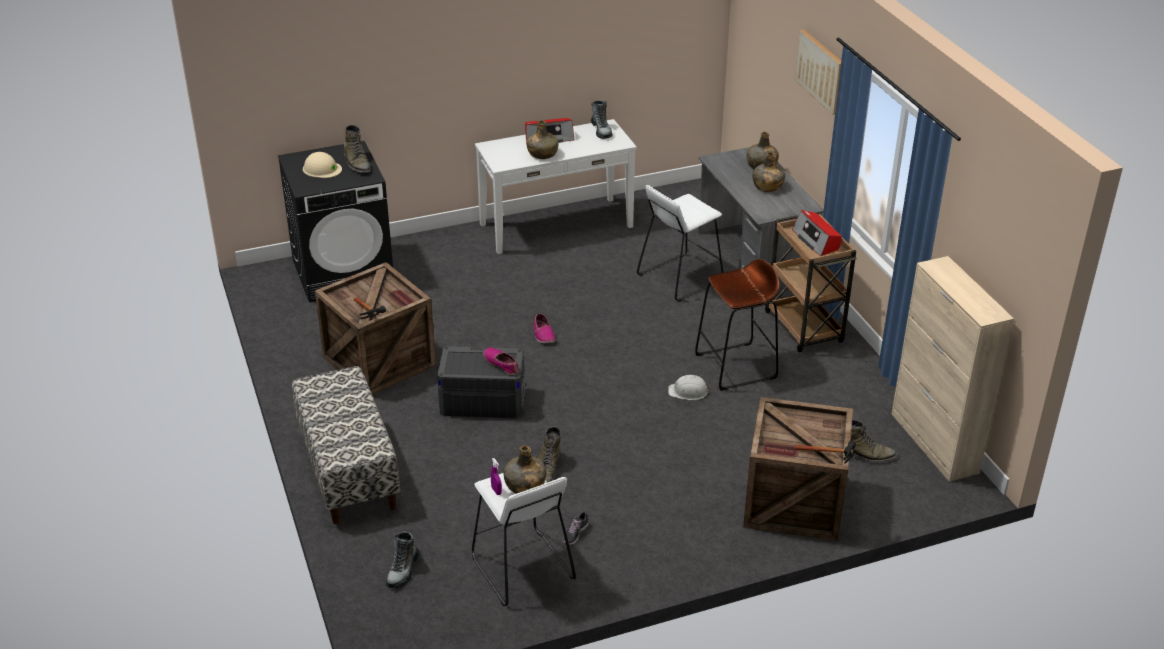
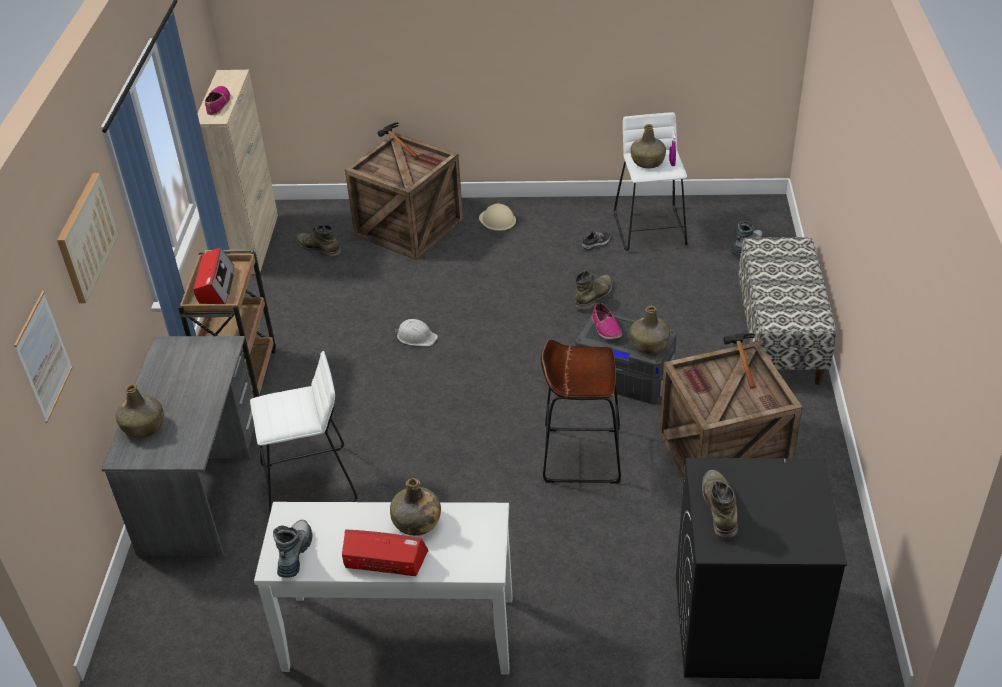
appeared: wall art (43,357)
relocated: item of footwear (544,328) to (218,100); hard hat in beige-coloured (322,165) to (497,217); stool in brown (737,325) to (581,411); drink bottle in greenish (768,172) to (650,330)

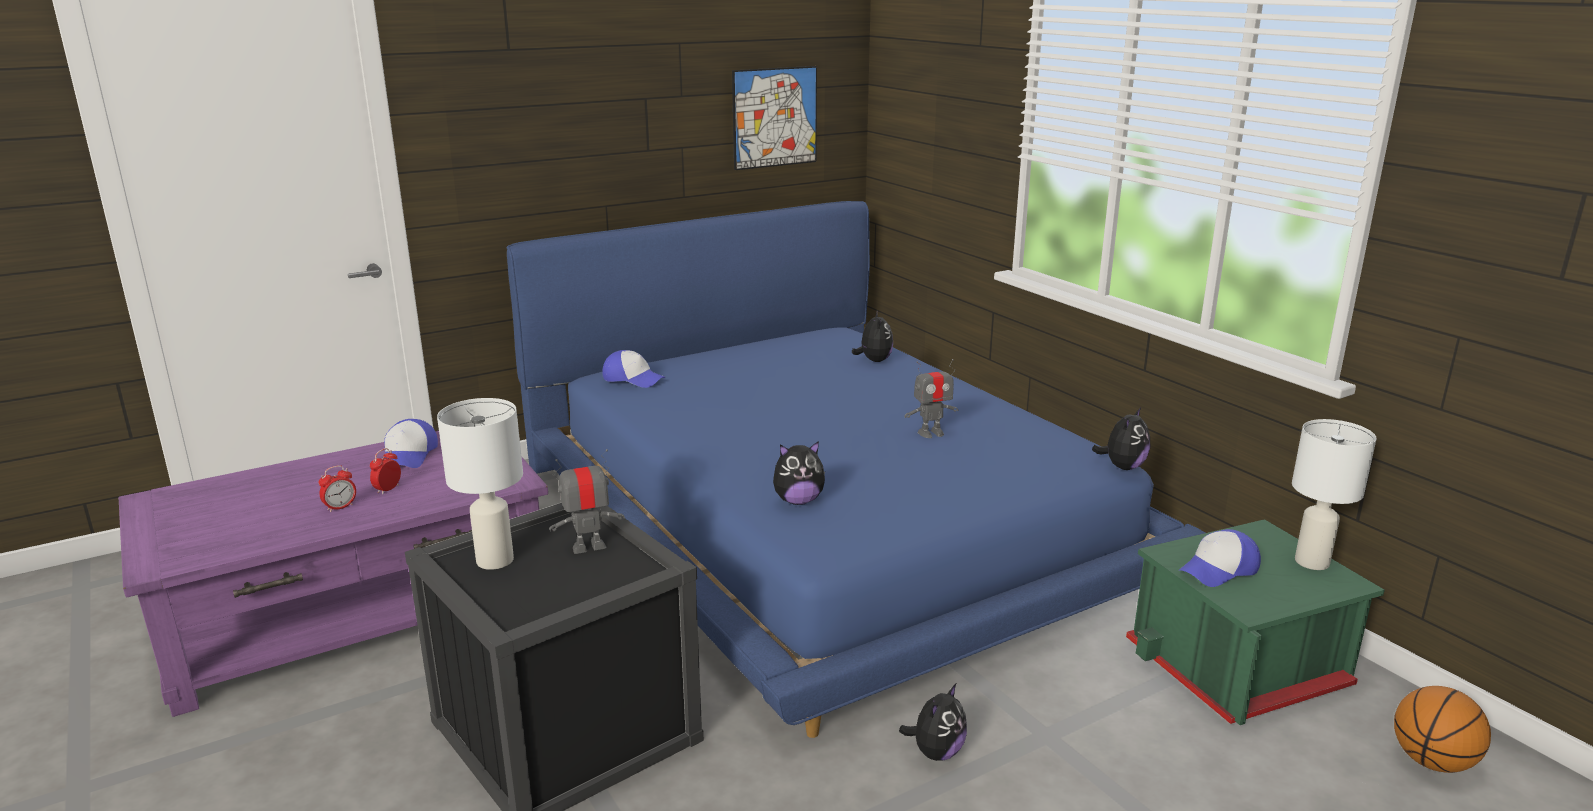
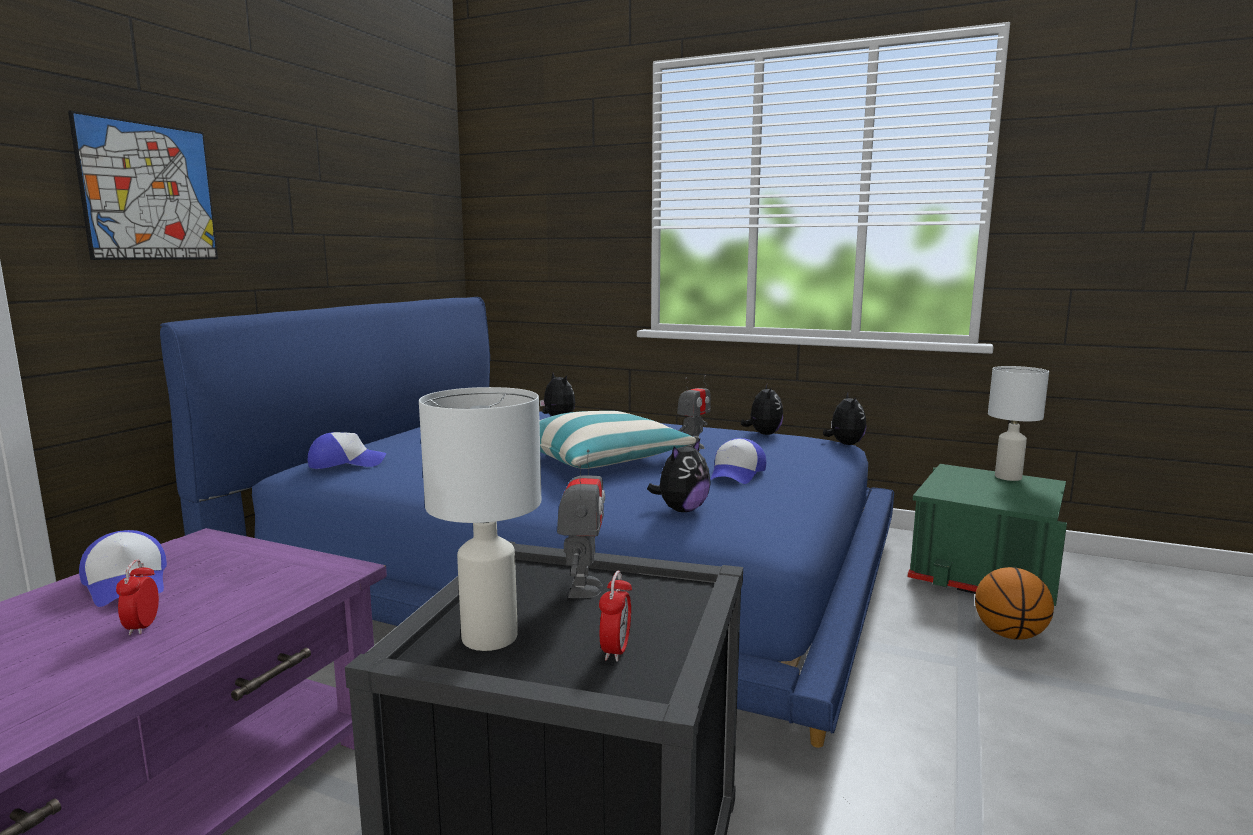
appeared: pillow (617,440)
relocated: wall art (774,118) to (143,185); bedside clock (337,488) to (615,616); baseball cap (1220,558) to (738,461); cuddly toy (933,722) to (762,409); ball for basketball (1442,729) to (1014,603)
spun: robot figure (587,501) = (581,524) 150 degrees clockwise

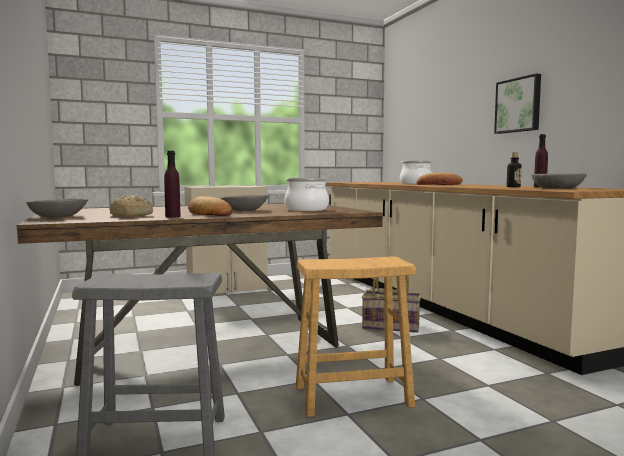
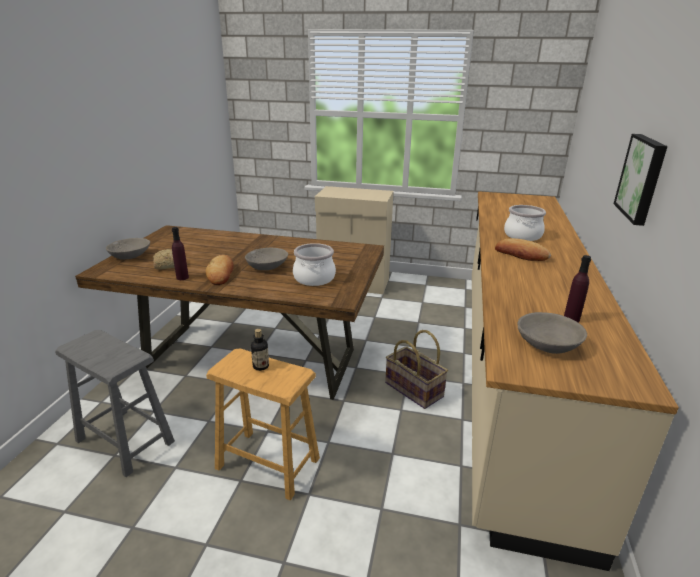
relocated: drink bottle (514,170) to (260,350)

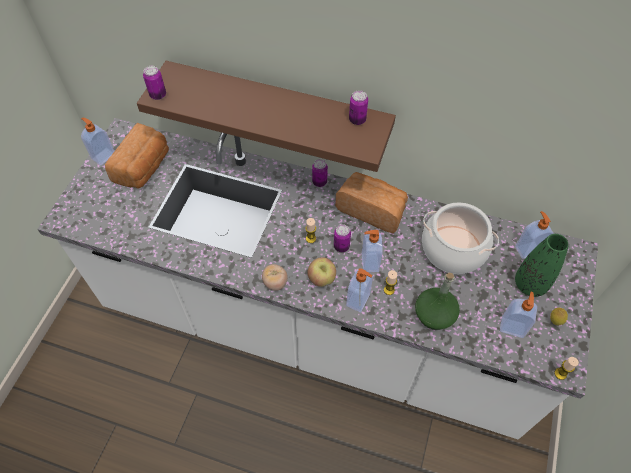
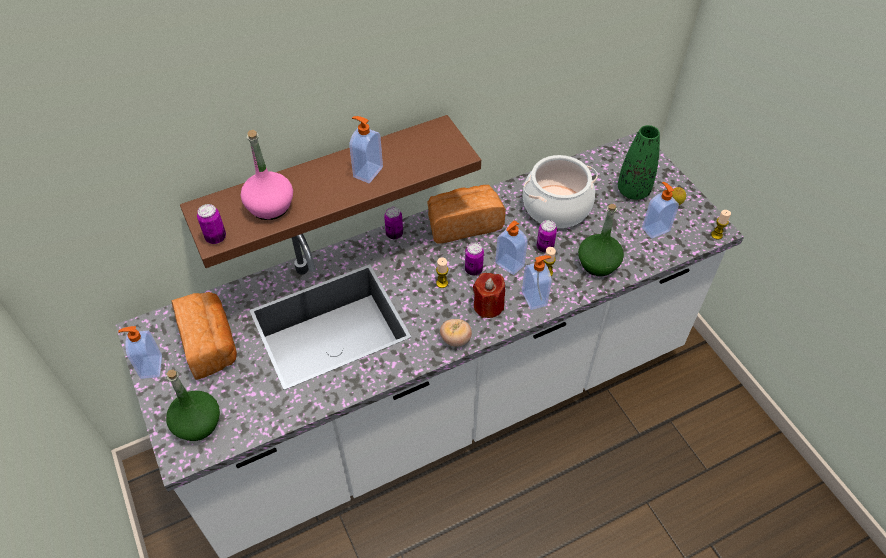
appeared: drink bottle in greenish (193,405); drink bottle in pink (267,175)
relocated: soap dispenser (534,235) to (366,149); sealed can (358,107) to (547,236)
exchanged: whole apple (321,272) to candle in red (489,295)

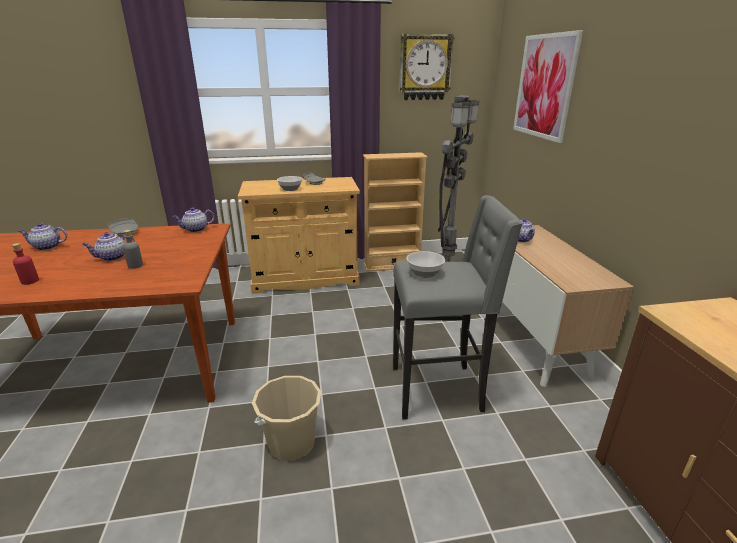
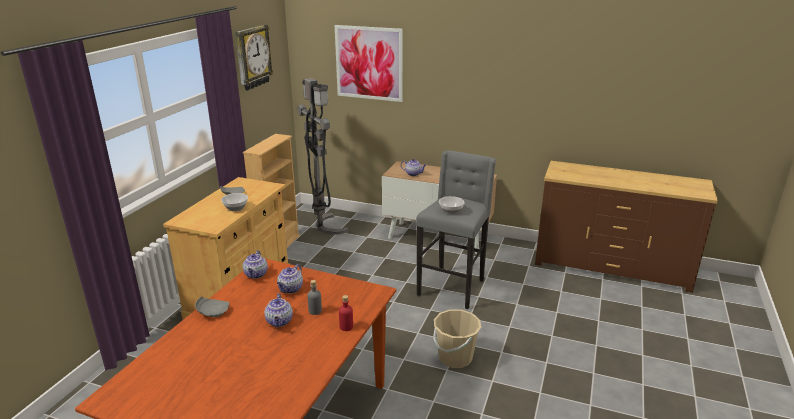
relocated: pot for tea (43,236) to (290,278); drink bottle in red (25,264) to (346,313)

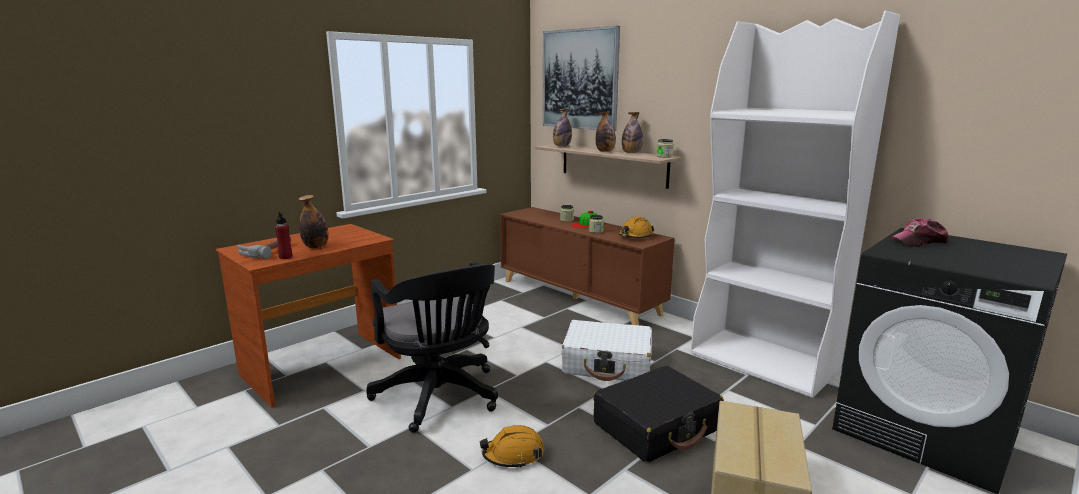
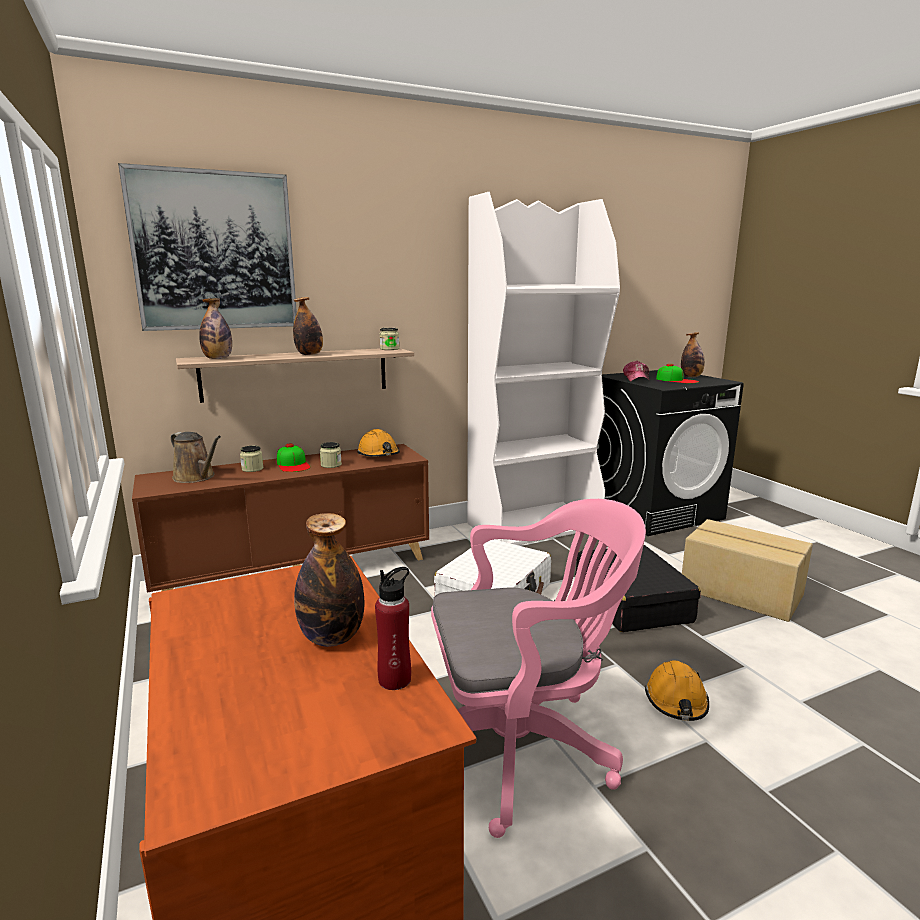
missing: tool hammer (264,248)
appeared: watering pot in brown (196,457); baseball cap (677,373)
relocated: drink bottle (632,132) to (693,354)
colour: computer chair in blackish (432,347) to computer chair in pink (538,668)

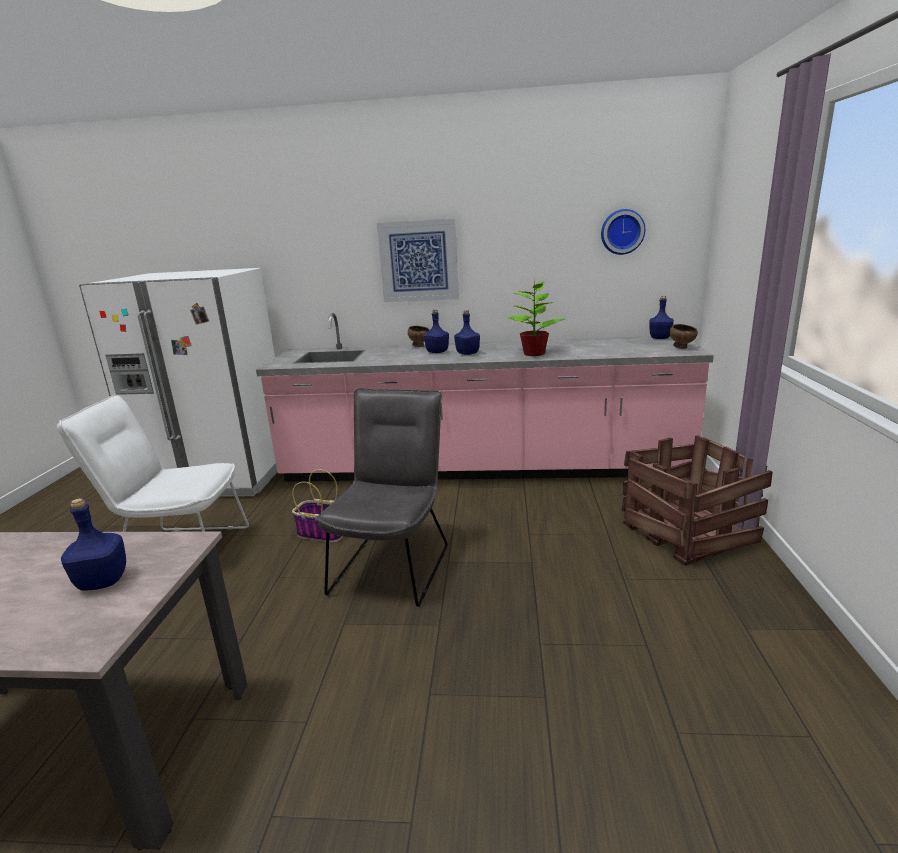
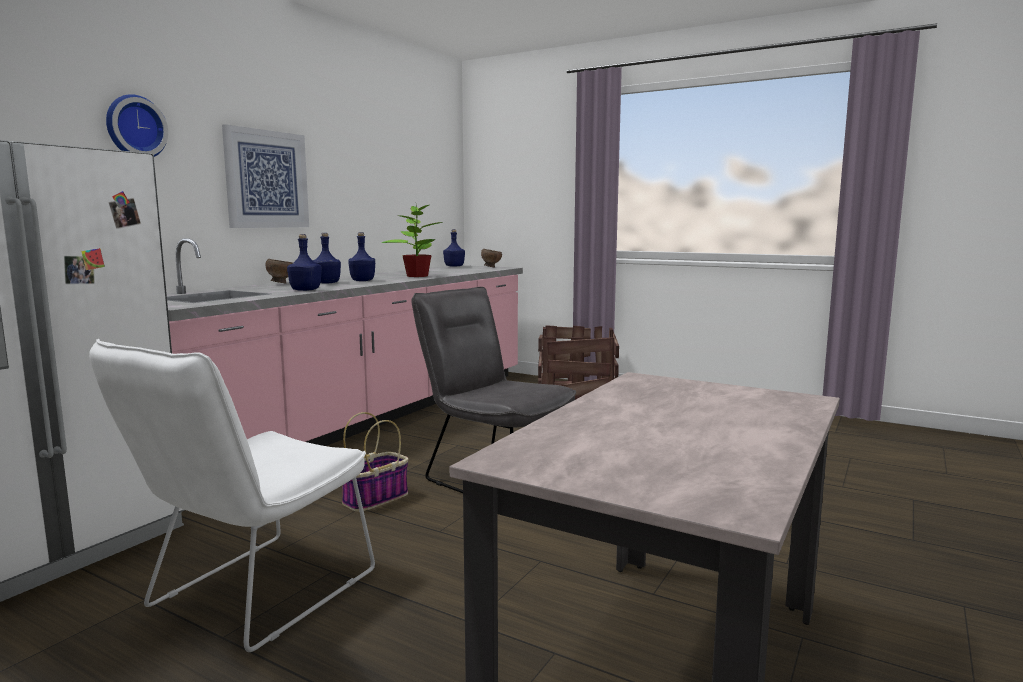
relocated: hanging clock (623,232) to (137,125); drink bottle in blue-coloured (93,544) to (304,262)

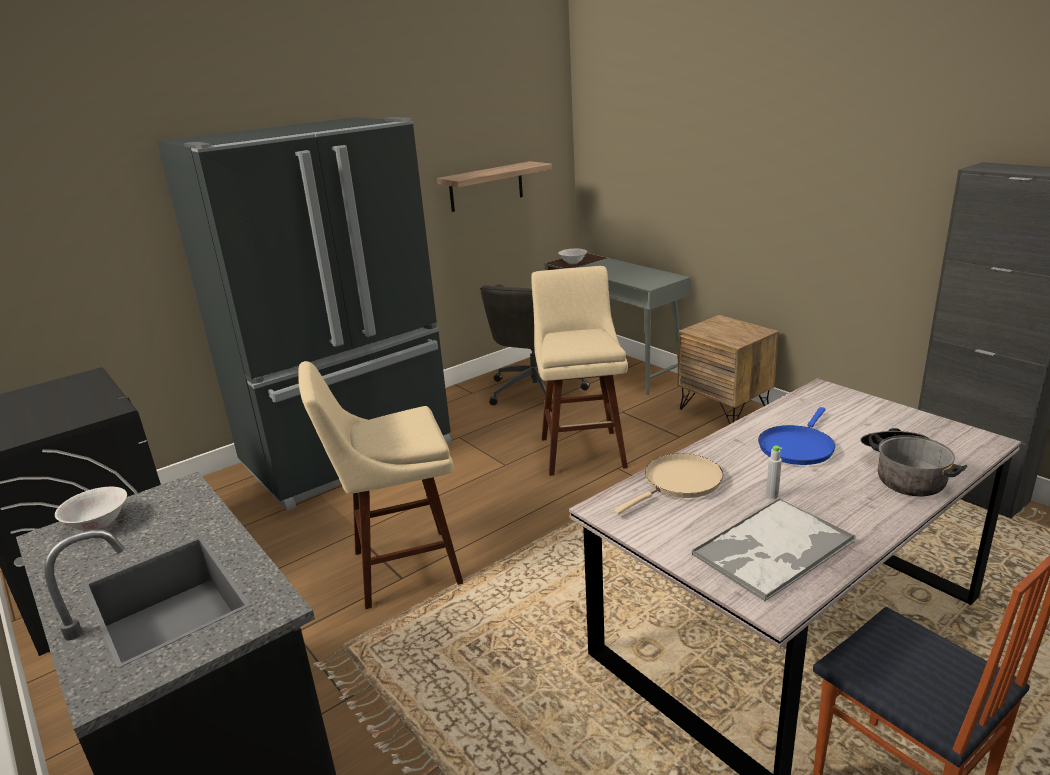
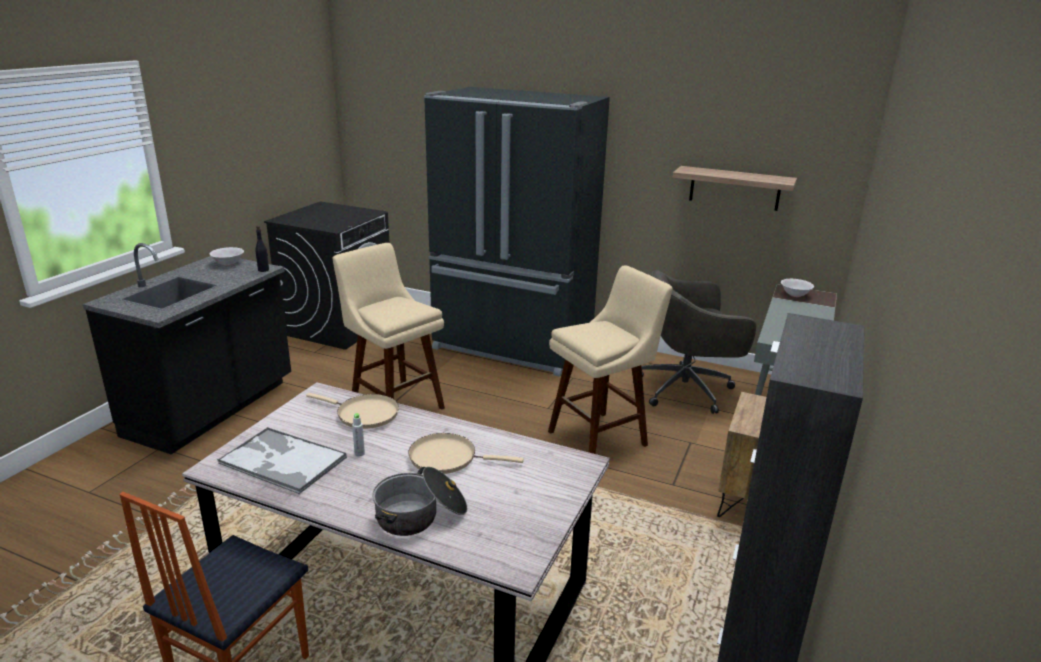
appeared: drink bottle in blackish (262,249)
colour: pan in blue-coloured (796,436) to pan in beige-coloured (466,453)

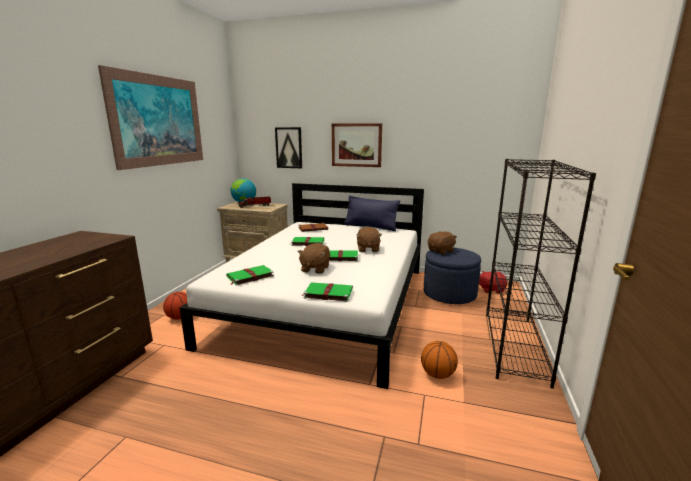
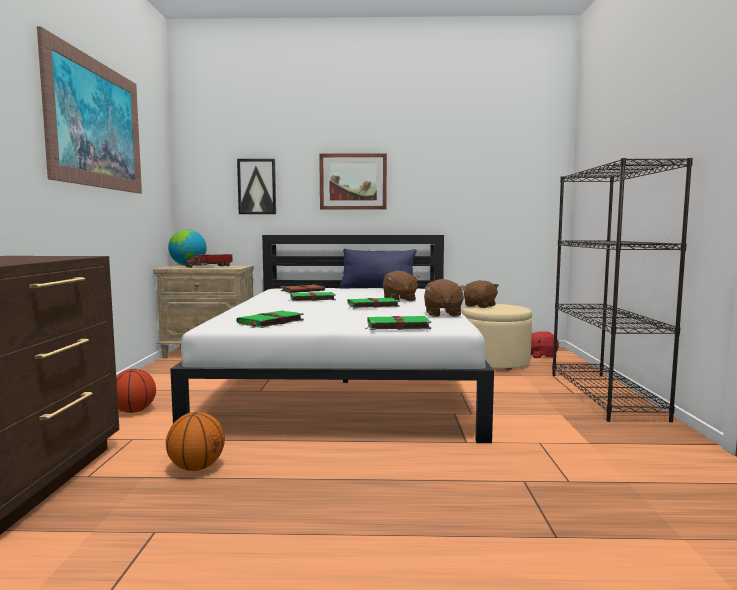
relocated: ball for basketball (439,360) to (195,441); cuddly toy in brown (313,258) to (445,298)
colour: ottoman in blue-coloured (452,276) to ottoman in beige-coloured (497,337)

